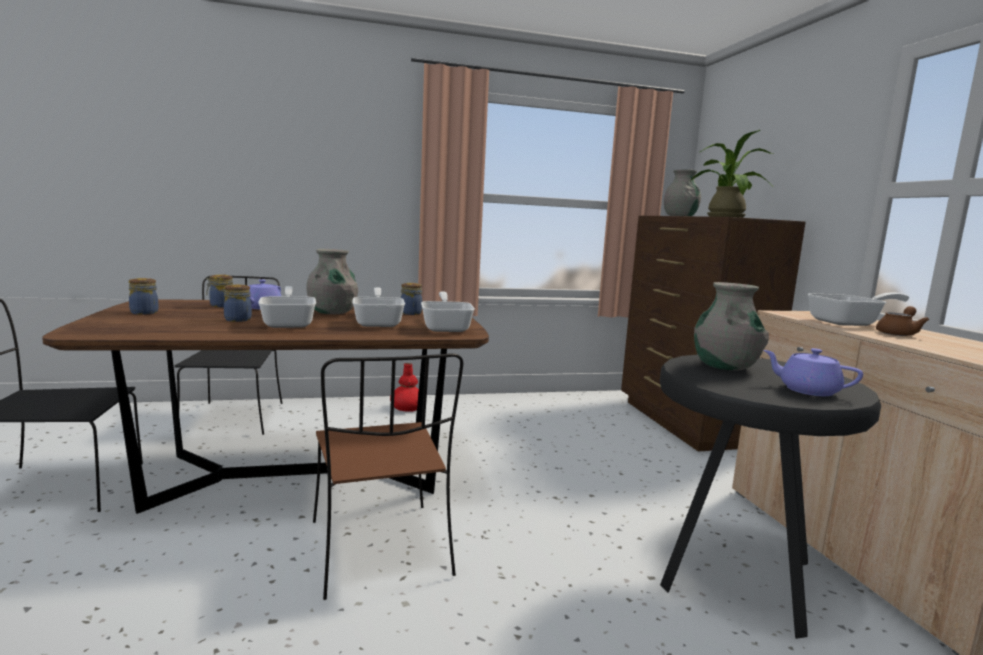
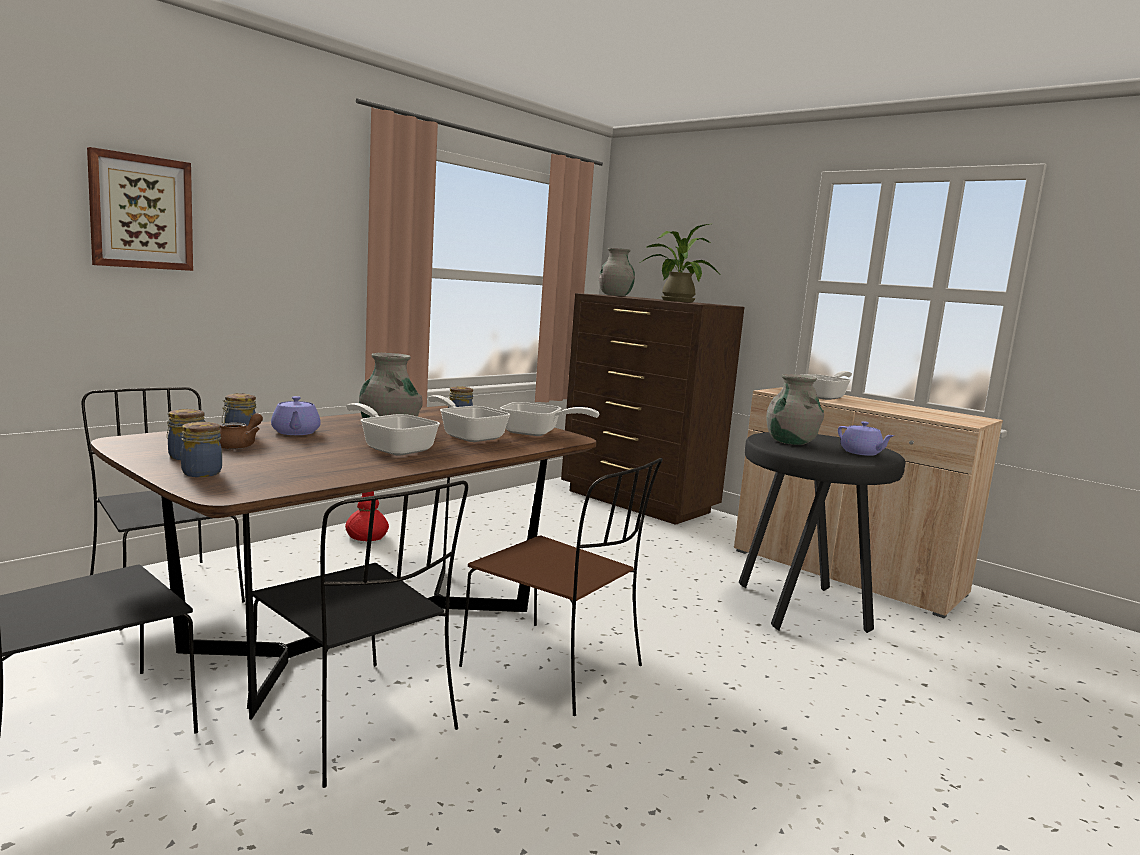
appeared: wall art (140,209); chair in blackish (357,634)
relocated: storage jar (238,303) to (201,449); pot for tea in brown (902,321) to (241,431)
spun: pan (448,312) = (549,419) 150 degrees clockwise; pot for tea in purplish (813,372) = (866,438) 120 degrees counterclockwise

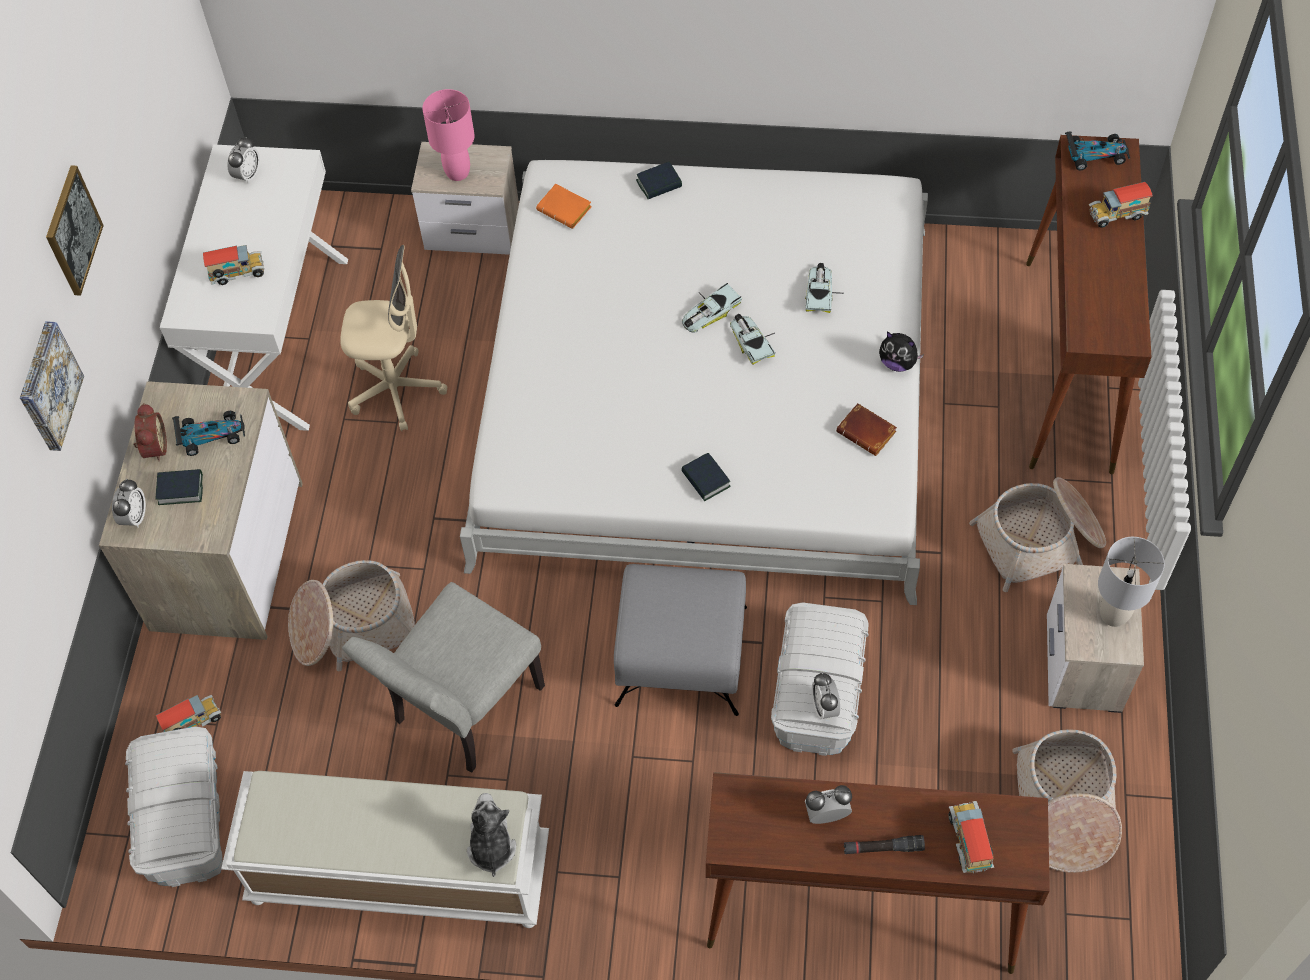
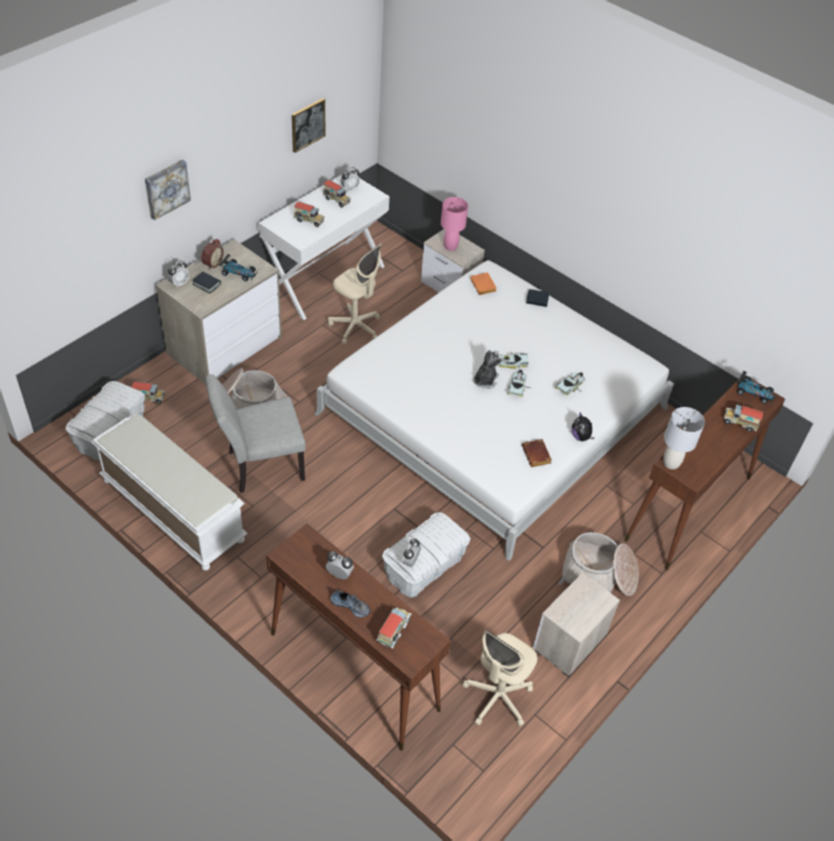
missing: ottoman in grey (680,640); bound book (706,477)
appeared: toy truck (337,194)
relocated: wall art (75,230) to (308,125); cuddly toy (491,835) to (488,369); tabletop lamp in grey (1131,582) to (684,438)
exchanged: hand torch in blackish (884,844) to item of footwear (350,603); basket (1067,801) to computer chair in beige-coloured (500,678)

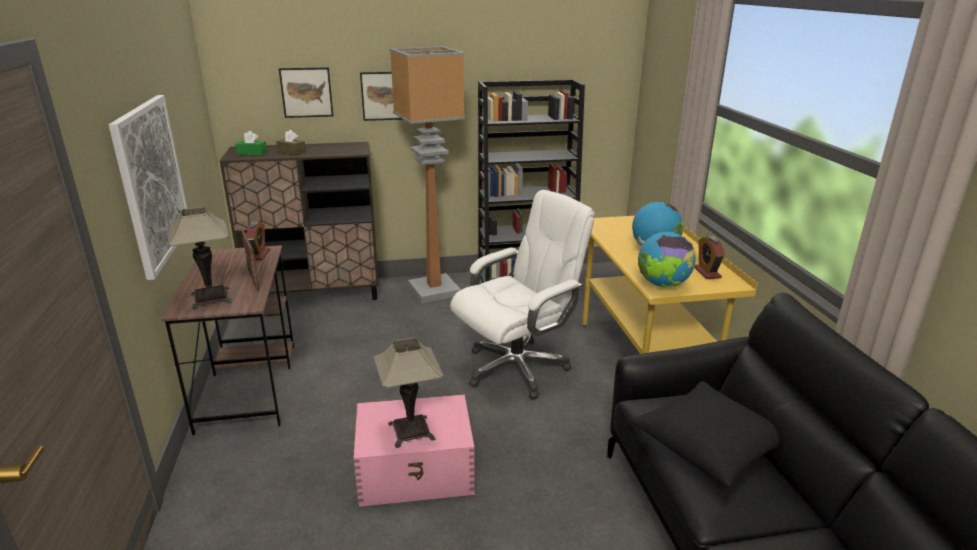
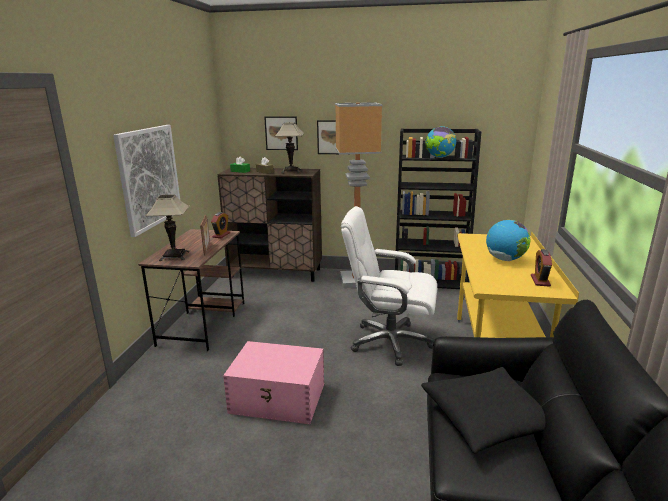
relocated: tabletop lamp (409,393) to (289,148); world globe (666,260) to (440,142)
spun: computer chair in whitish (522,294) = (389,286) 150 degrees counterclockwise

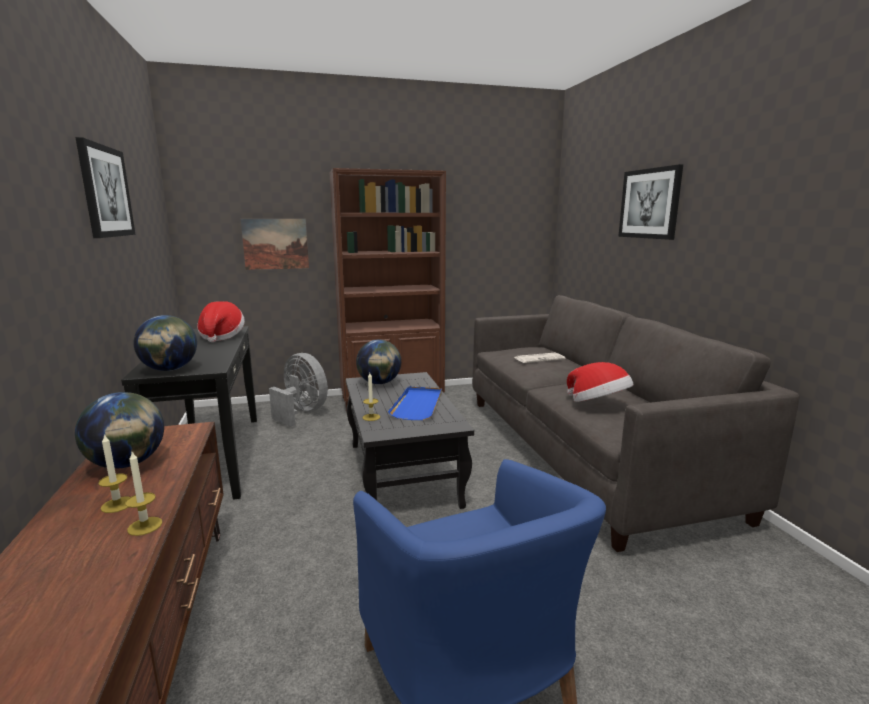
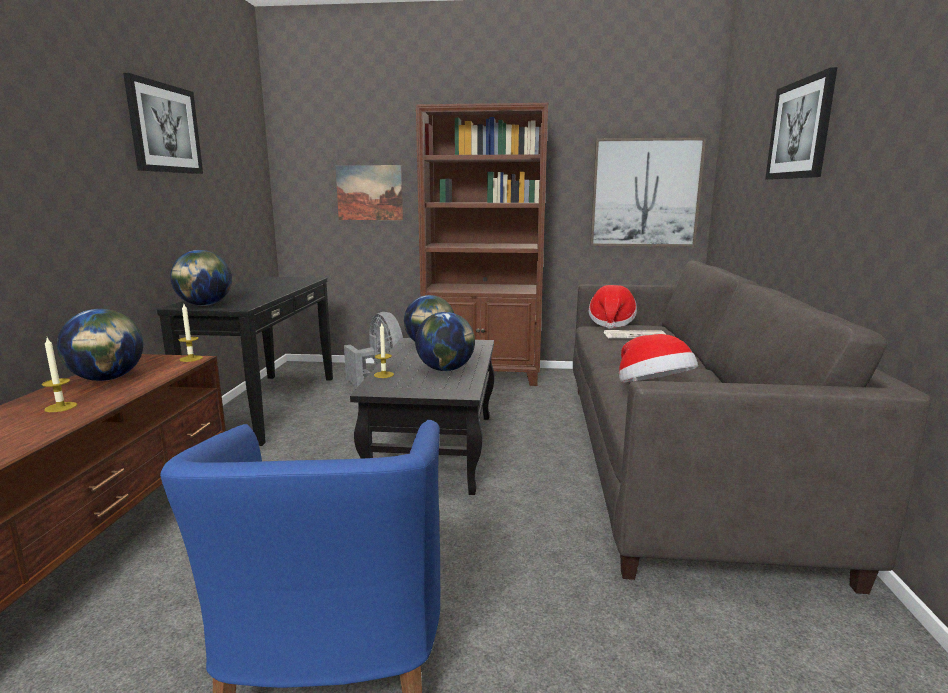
appeared: wall art (648,192)
relocated: candle (143,494) to (191,333); hat (221,321) to (613,307)
exchanged: carrying tray in blue-coloured (415,403) to world globe (445,341)

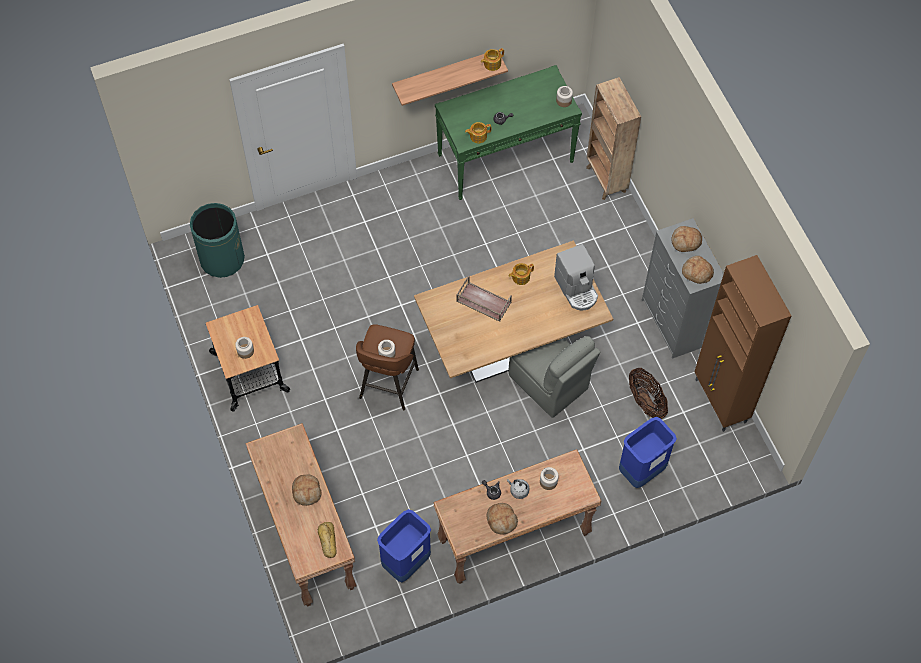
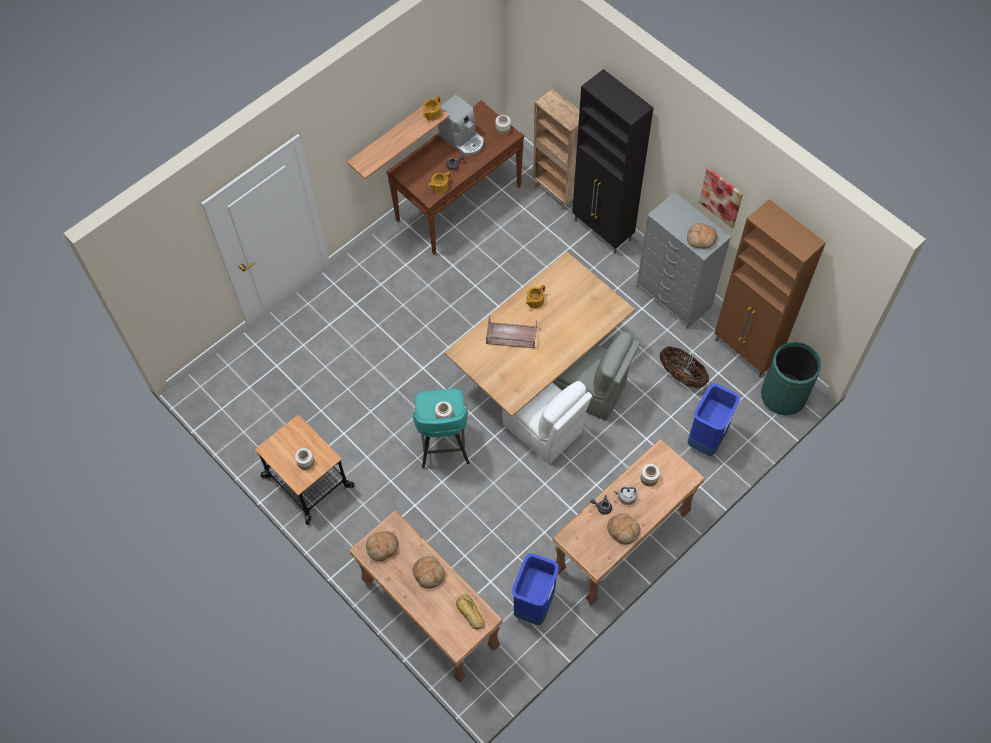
appeared: chair in whitish (547,422); cupboard in blackish (613,161); wall art (721,197)
relocated: bakery bread (686,239) to (382,546); coffee machine (576,277) to (461,125); rubbish bin in greenish (217,240) to (791,379)
colour: hall table in greenish (508,132) to hall table in brown (455,177); stool in brown (387,367) to stool in turquoise-coloured (441,428)

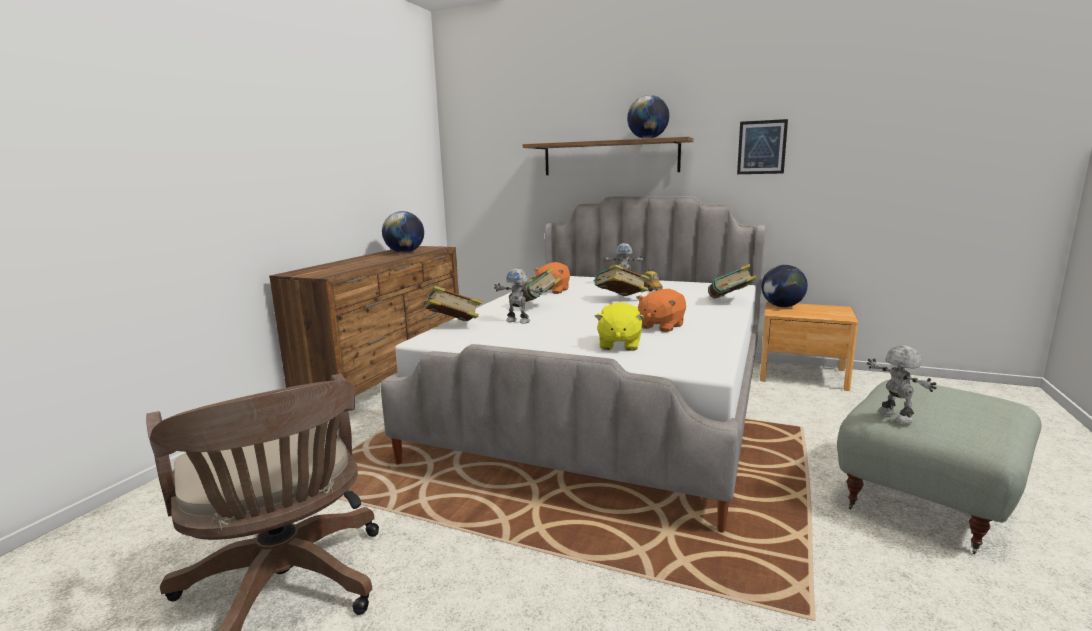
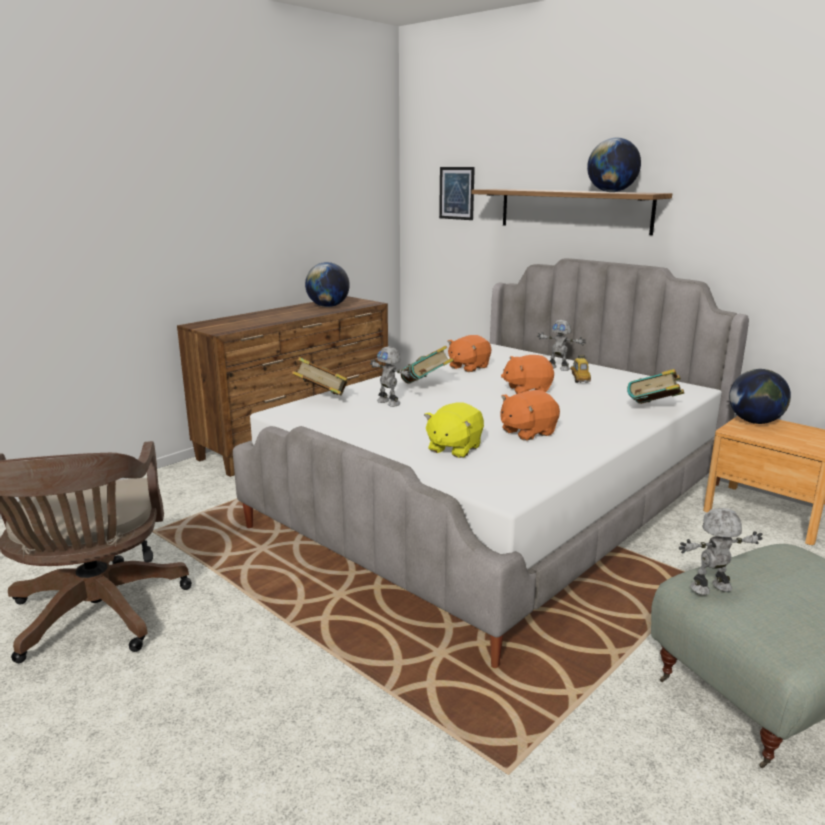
relocated: wall art (762,146) to (457,193)
exchanged: bound book (621,280) to cuddly toy in orange (527,374)
spun: robot figure (902,384) = (721,551) 105 degrees counterclockwise

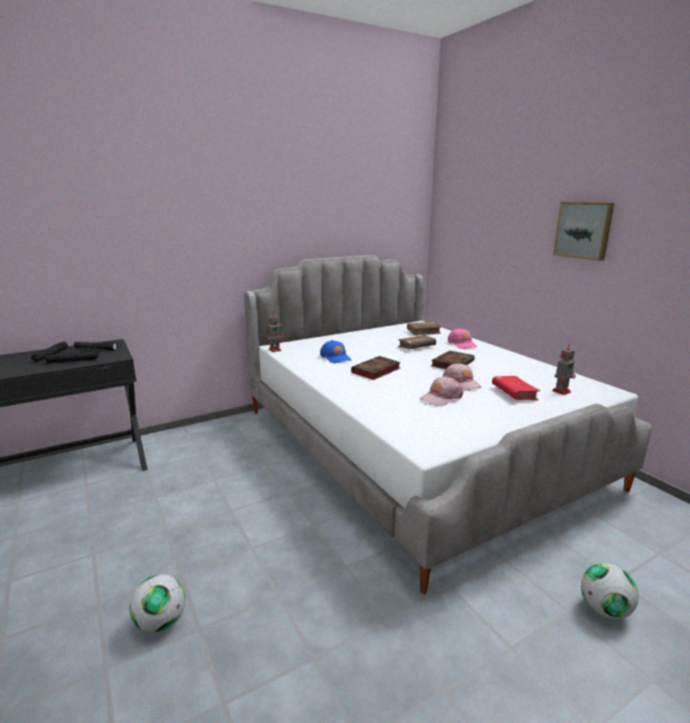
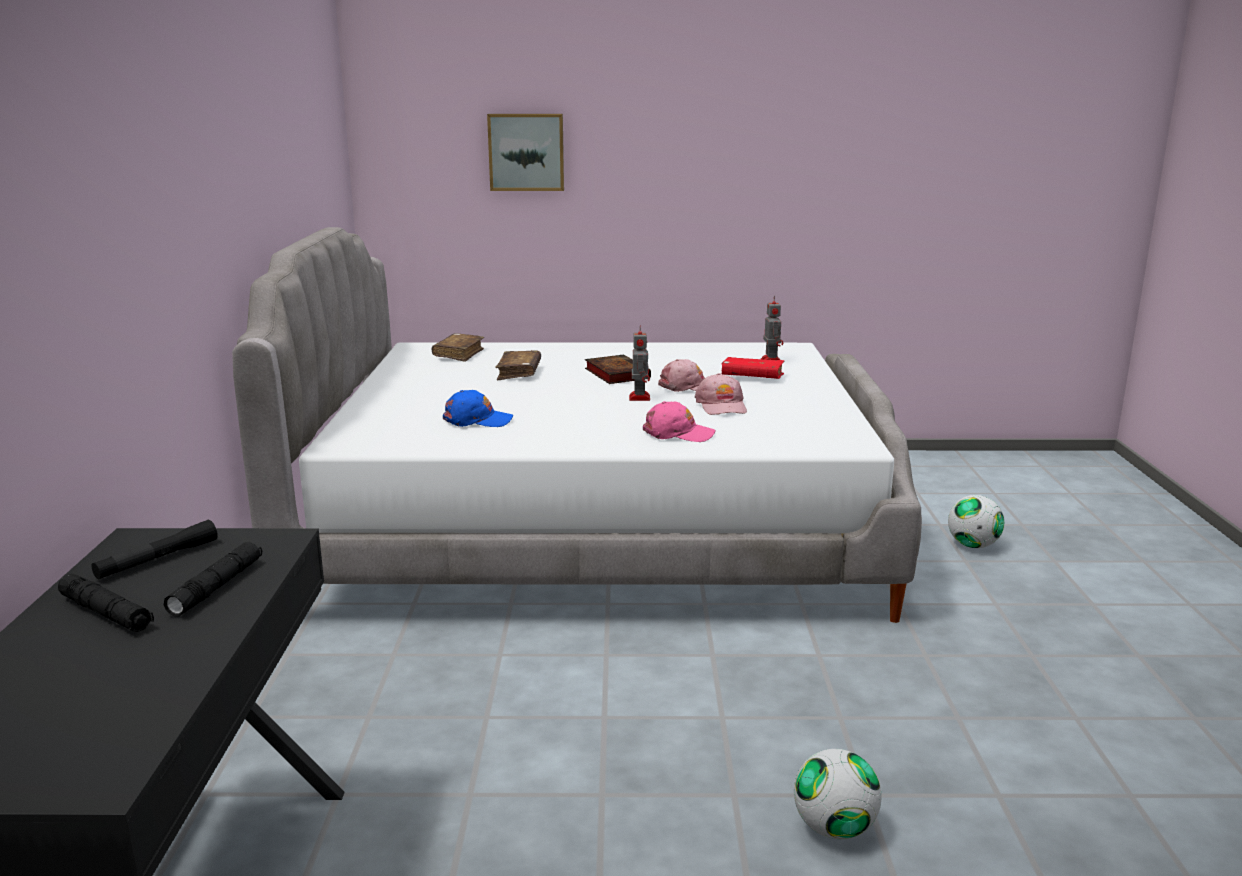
missing: bound book (376,368)
relocated: wall art (584,231) to (525,152); robot figure (274,331) to (639,366); baseball cap in pink (462,338) to (679,421)

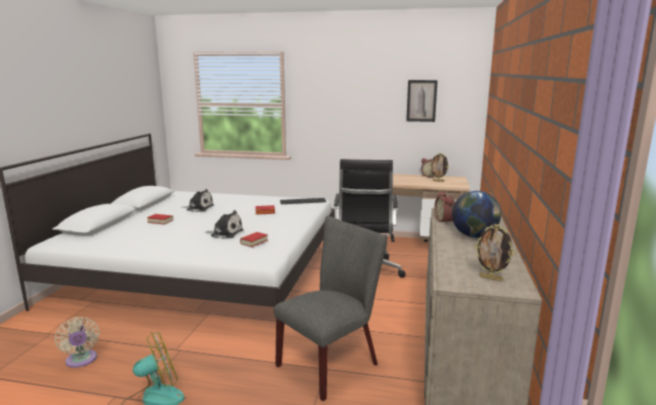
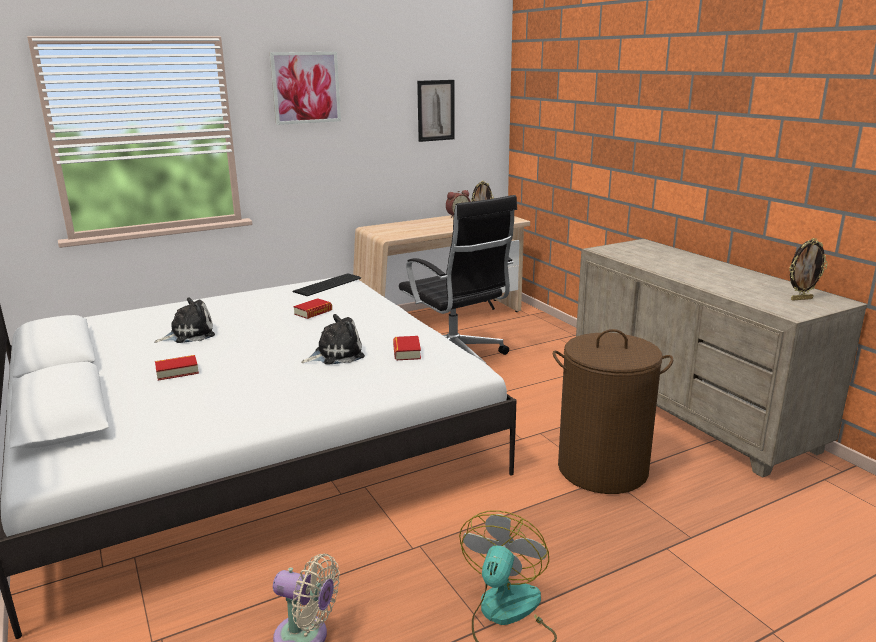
missing: bedside clock (444,207); world globe (476,214)
appeared: wall art (305,88)
exchanged: chair in grey (330,308) to washing basket in brown (613,411)

